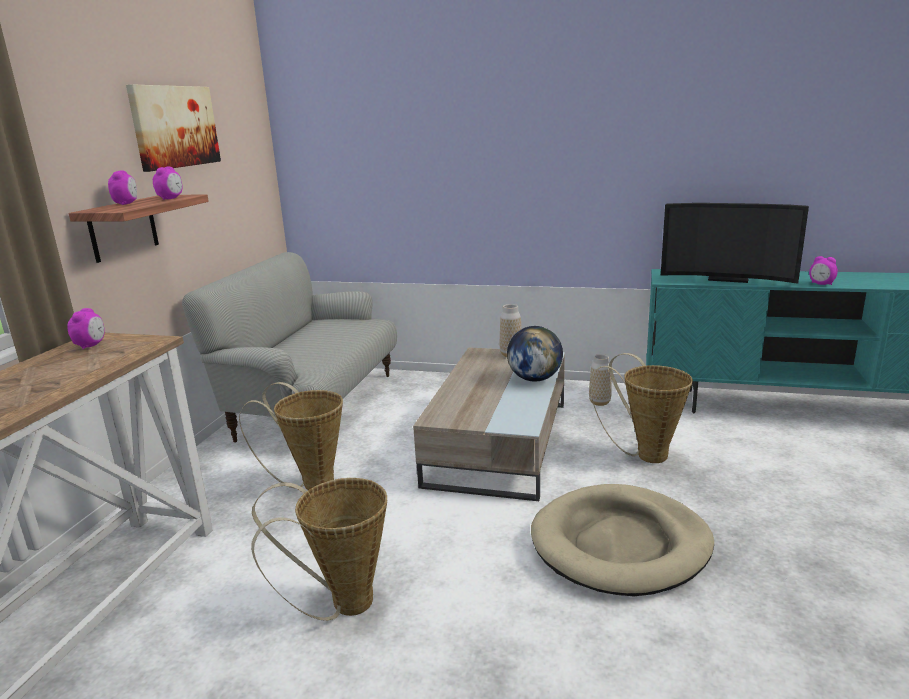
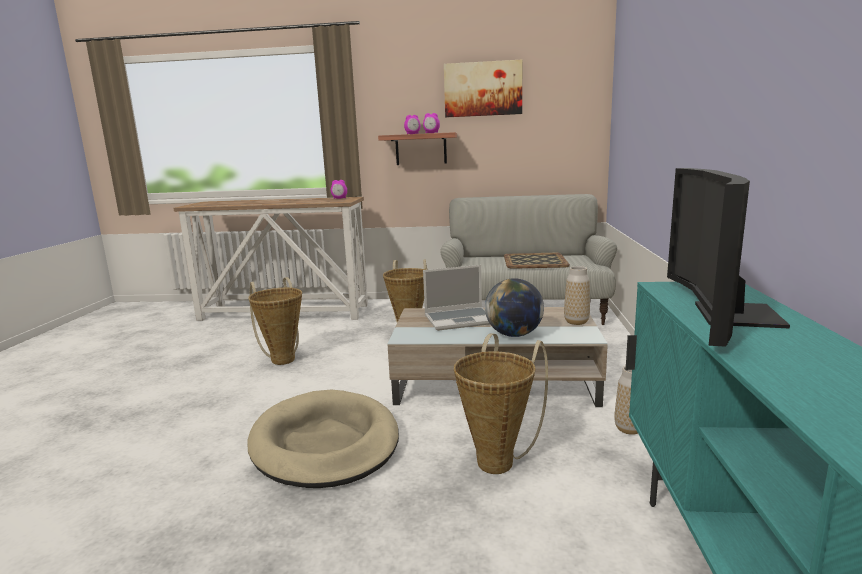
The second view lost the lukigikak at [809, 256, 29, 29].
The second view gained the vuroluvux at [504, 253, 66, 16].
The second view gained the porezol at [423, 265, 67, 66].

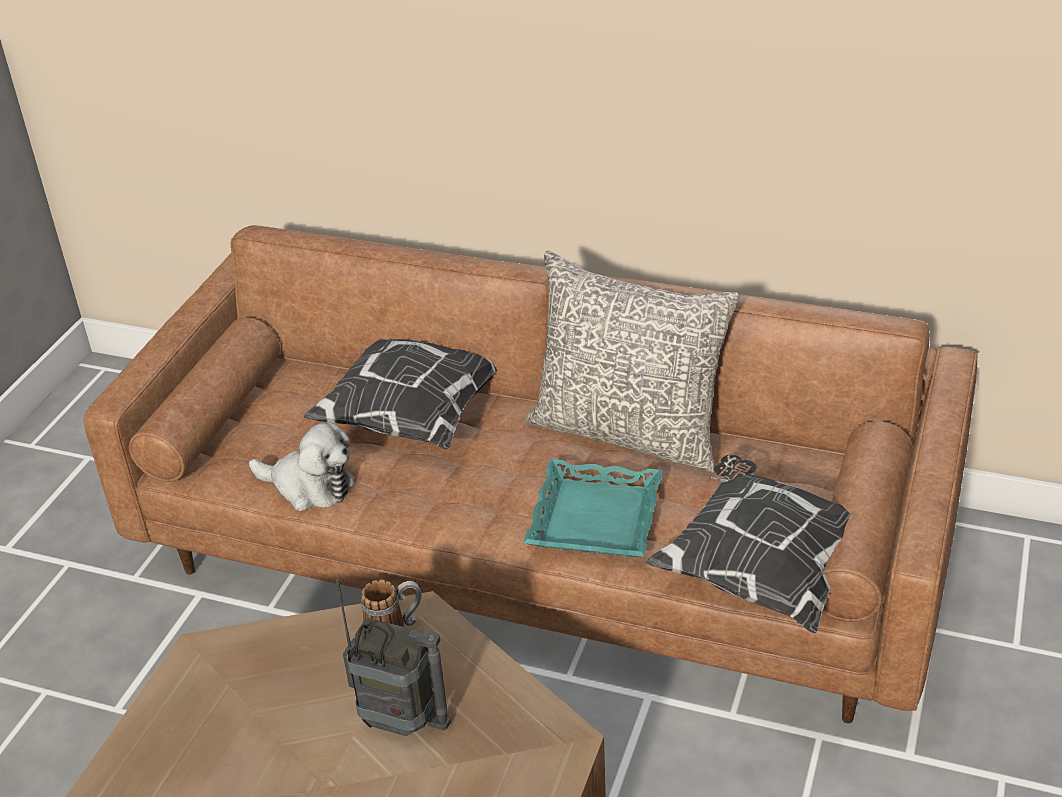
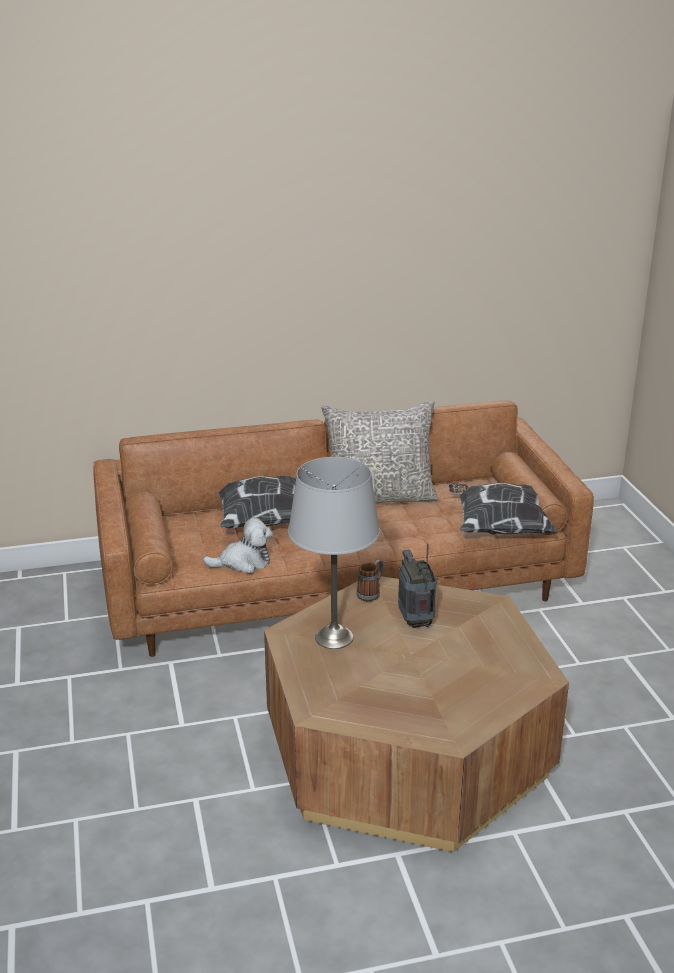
The second view lost the vuroluvux (turquoise) at [523, 459, 140, 98].
The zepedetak at [336, 579, 115, 157] ended up facing another way, 90 degrees counterclockwise from before.
The second view gained the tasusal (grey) at [288, 457, 92, 192].

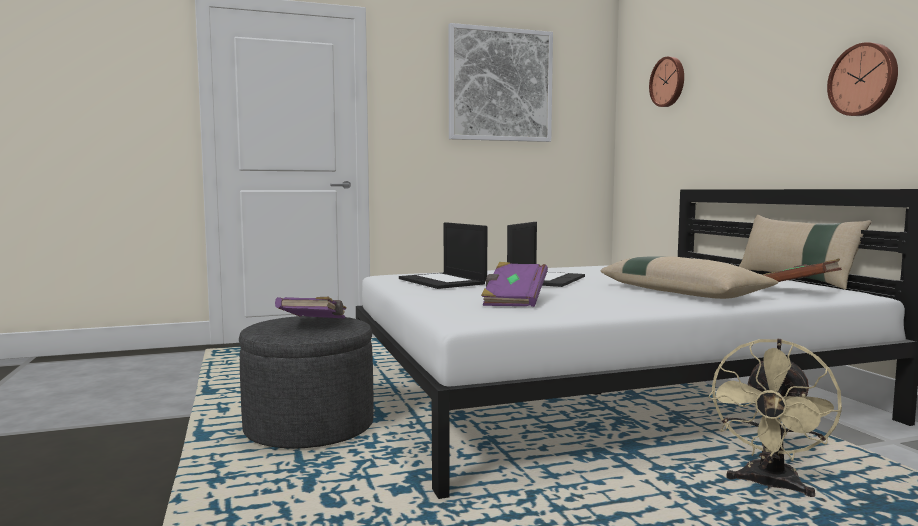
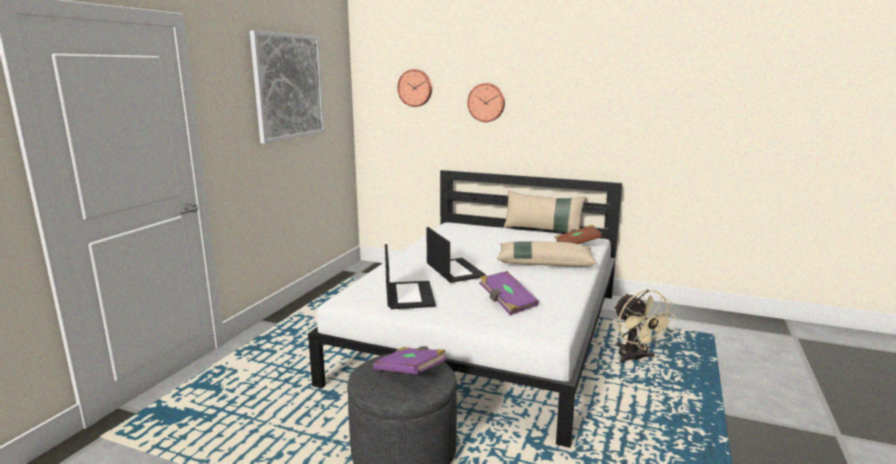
The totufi ended up elsewhere, having gone from [827, 42, 71, 74] to [467, 83, 38, 39].
The porezol at [399, 222, 88, 67] ended up facing another way, 105 degrees counterclockwise from before.

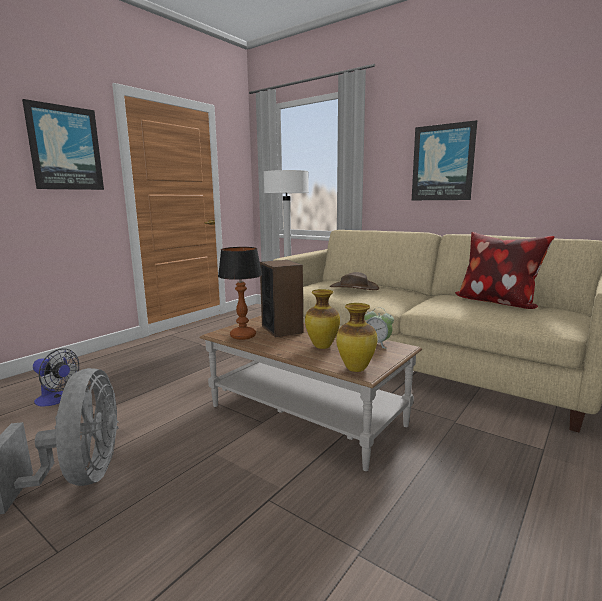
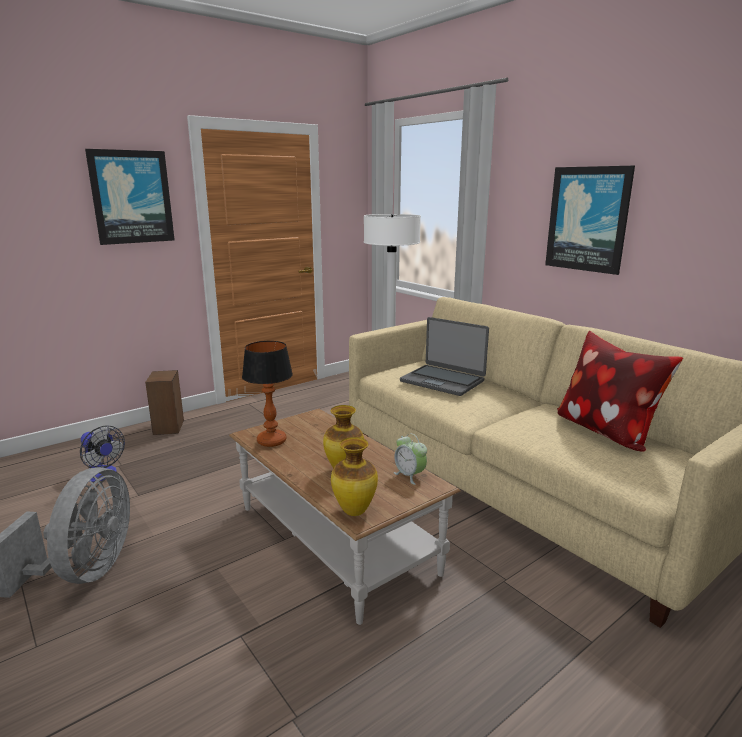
The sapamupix ended up elsewhere, having gone from [260, 260, 43, 77] to [145, 370, 39, 65].
Where the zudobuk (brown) stood at [330, 272, 49, 18], the porezol came to stand at [400, 317, 89, 79].

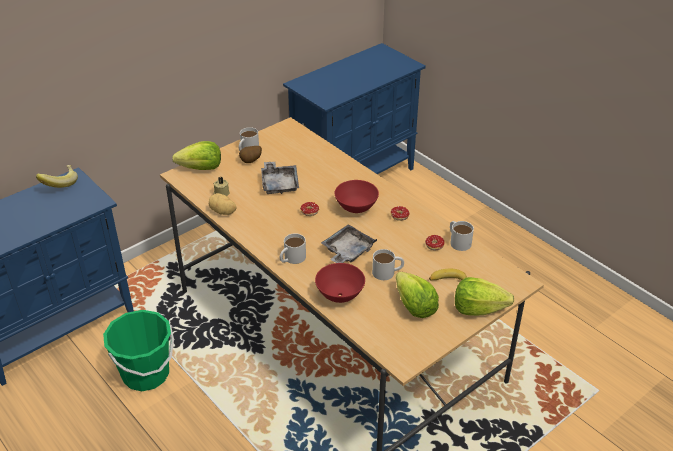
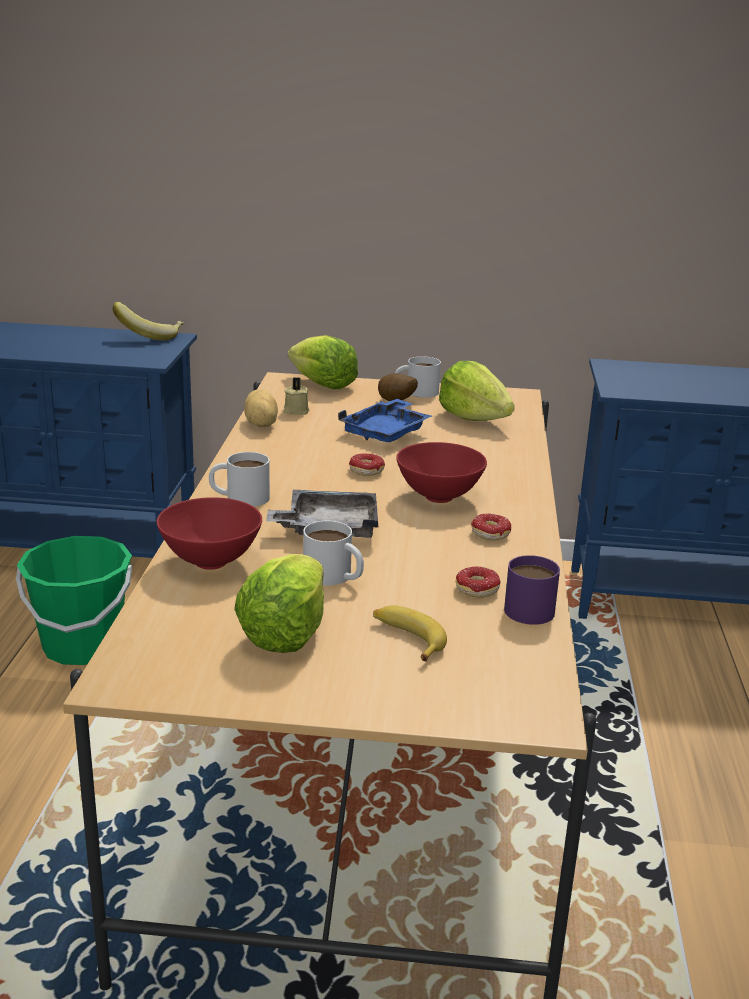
What was the vuroluvux (grey) at [261, 162, 38, 32] turned into the vuroluvux (blue) at [338, 399, 94, 43].
What was the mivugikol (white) at [450, 221, 24, 30] turned into the mivugikol (purple) at [504, 555, 56, 70].
The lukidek ended up elsewhere, having gone from [455, 277, 59, 39] to [439, 361, 76, 60].

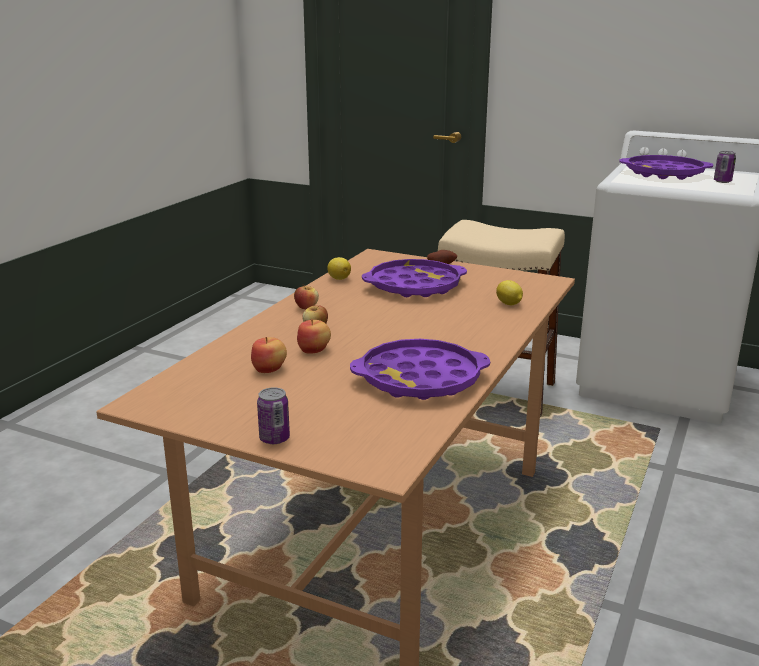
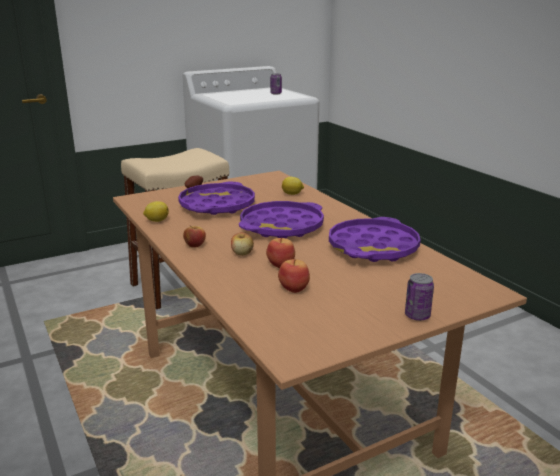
The vuroluvux (purple) ended up elsewhere, having gone from [619, 155, 94, 25] to [239, 201, 85, 37].

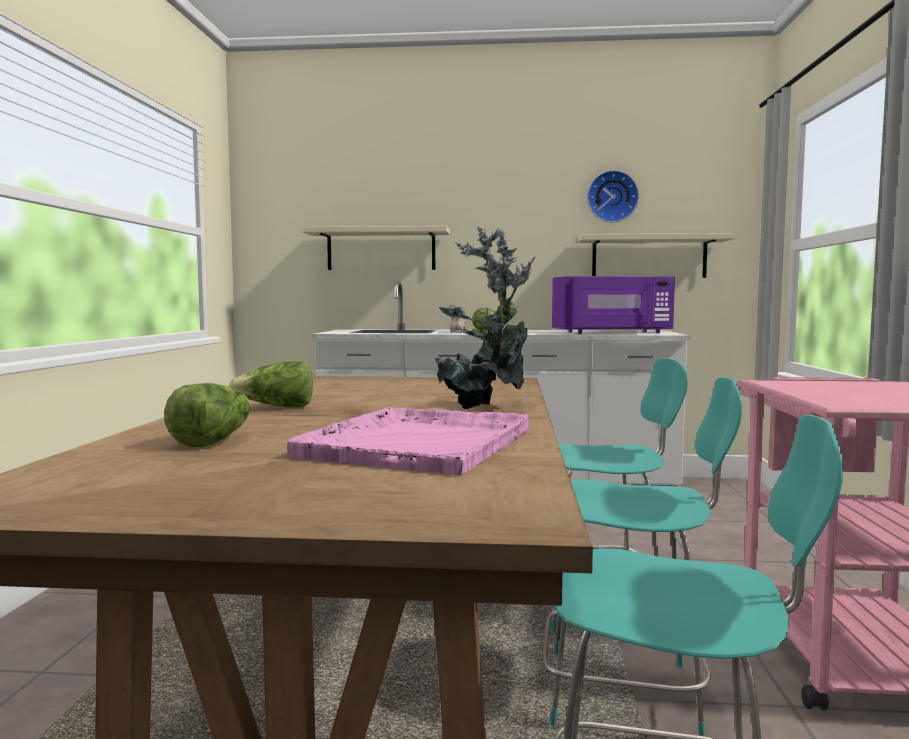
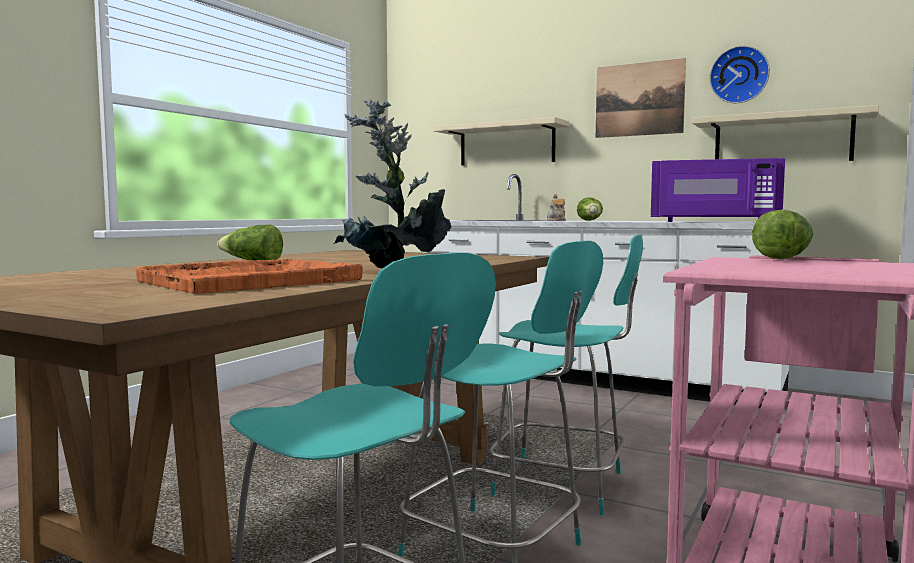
The lukidek ended up elsewhere, having gone from [164, 383, 87, 64] to [752, 210, 61, 49].
What was the vuroluvux (pink) at [287, 407, 242, 68] turned into the vuroluvux (orange) at [136, 259, 227, 35].
The second view gained the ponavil at [596, 58, 90, 80].

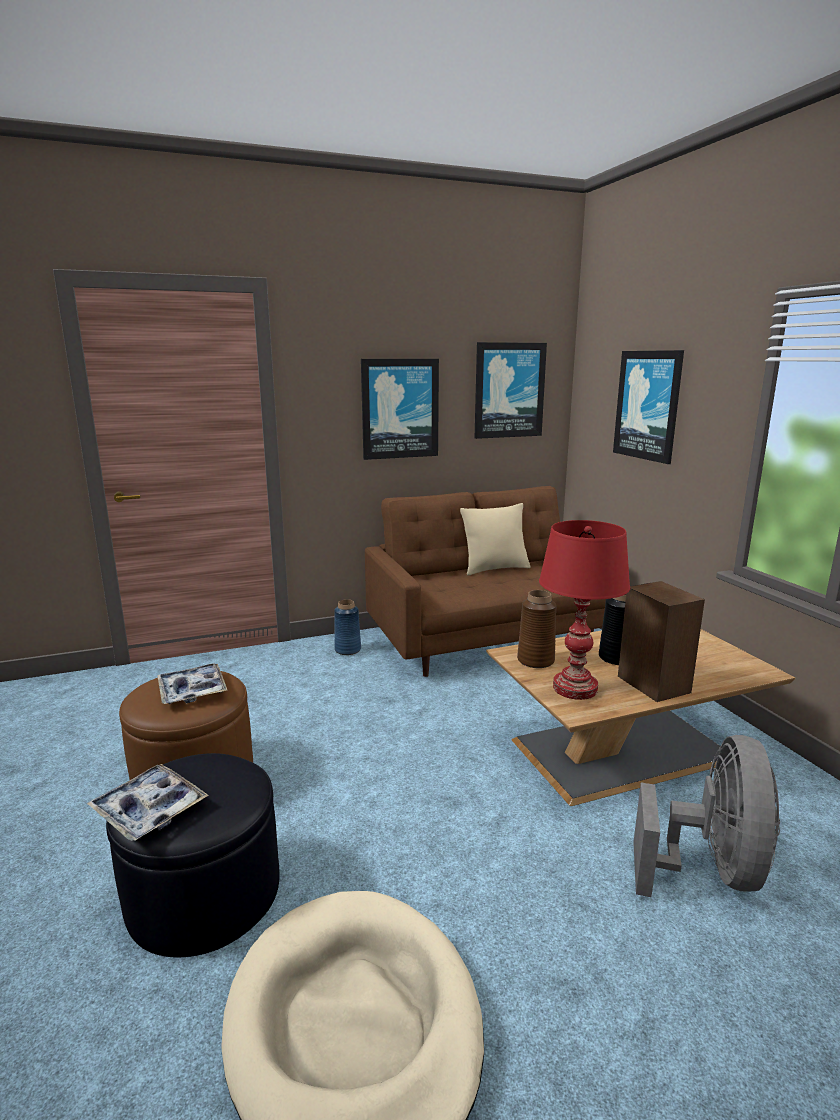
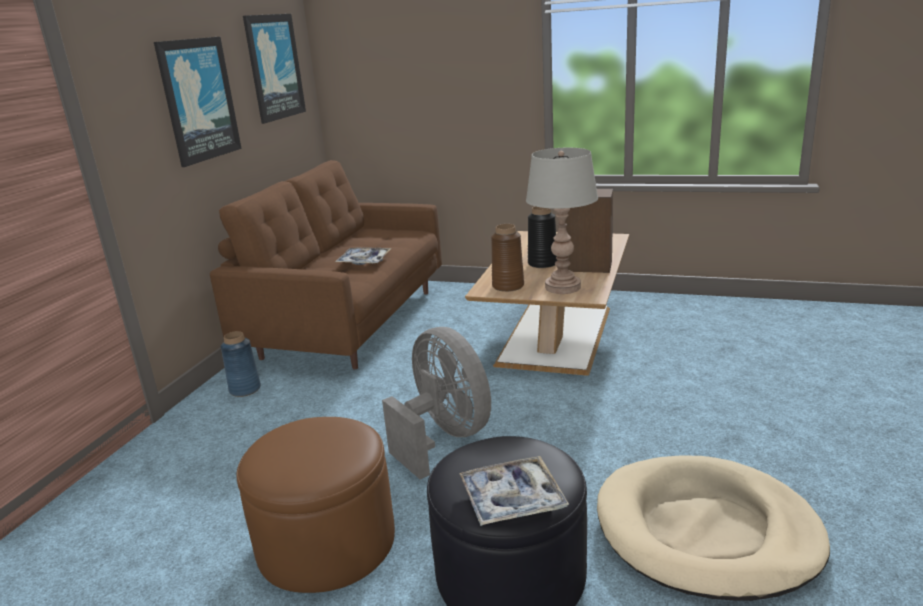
The second view lost the ponavil at [613, 350, 71, 114].
The second view lost the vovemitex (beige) at [460, 503, 71, 73].
What was the tasusal (red) at [539, 520, 91, 180] turned into the tasusal (grey) at [526, 148, 72, 146].
The vuroluvux ended up elsewhere, having gone from [157, 663, 70, 41] to [335, 247, 57, 18].
The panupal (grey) ended up elsewhere, having gone from [633, 735, 147, 162] to [382, 327, 109, 152].

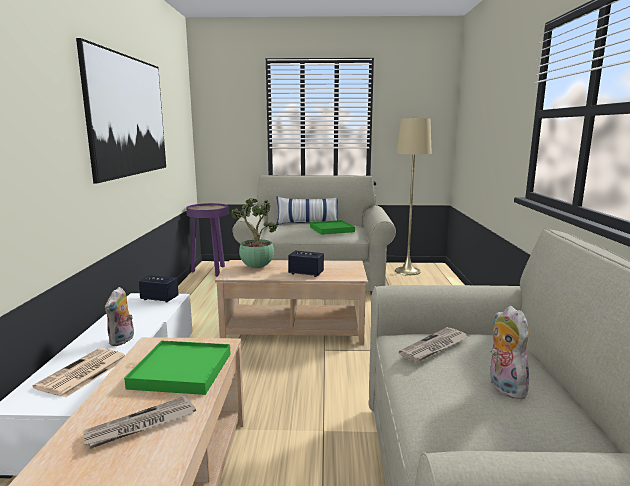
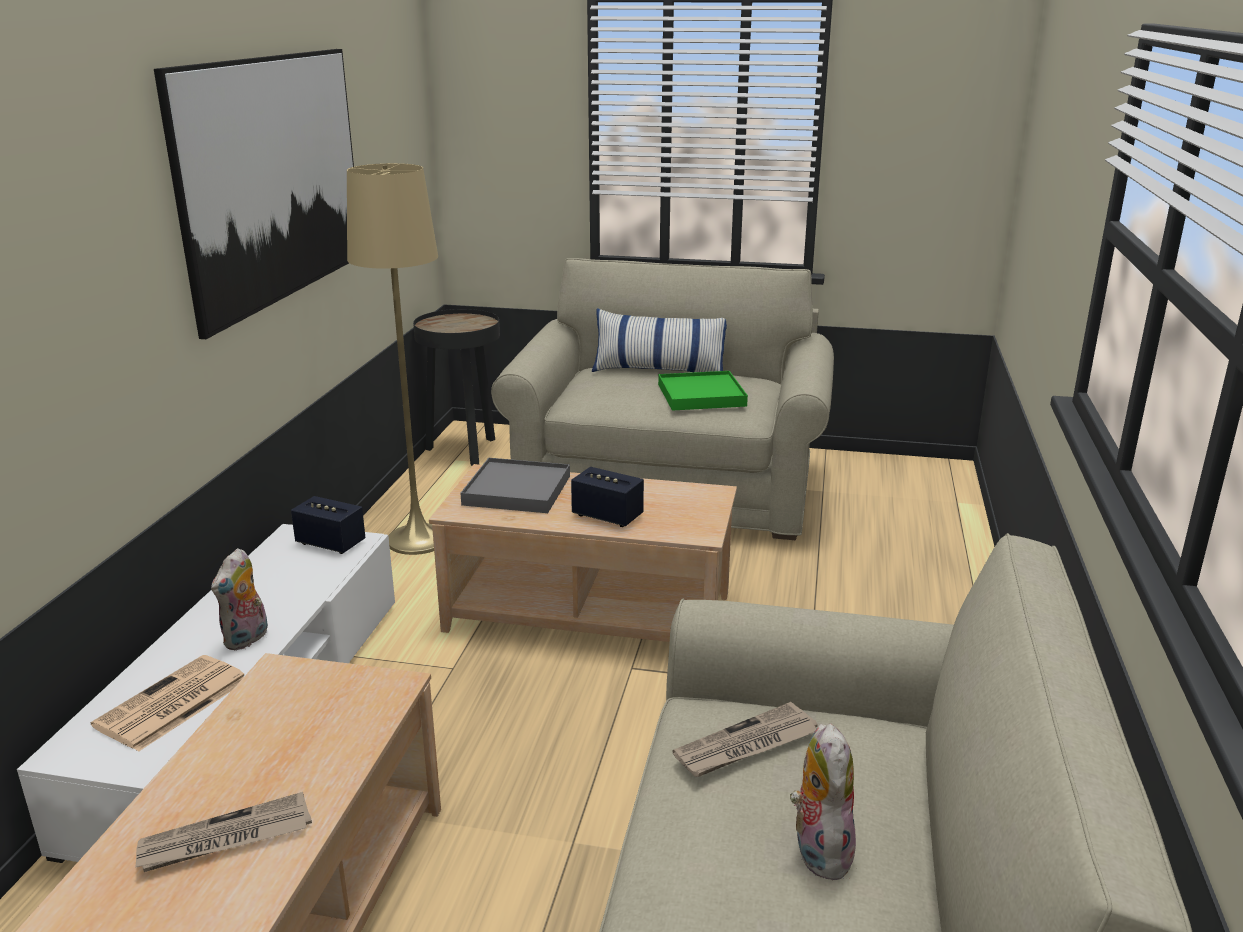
The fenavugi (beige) ended up elsewhere, having gone from [395, 117, 37, 158] to [347, 163, 91, 392].
Where the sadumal stood at [232, 198, 46, 70], the vuroluvux (grey) came to stand at [461, 458, 109, 55].
What was the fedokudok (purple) at [186, 203, 42, 74] turned into the fedokudok (black) at [413, 309, 87, 157].
The second view lost the vuroluvux (green) at [124, 341, 106, 54].

